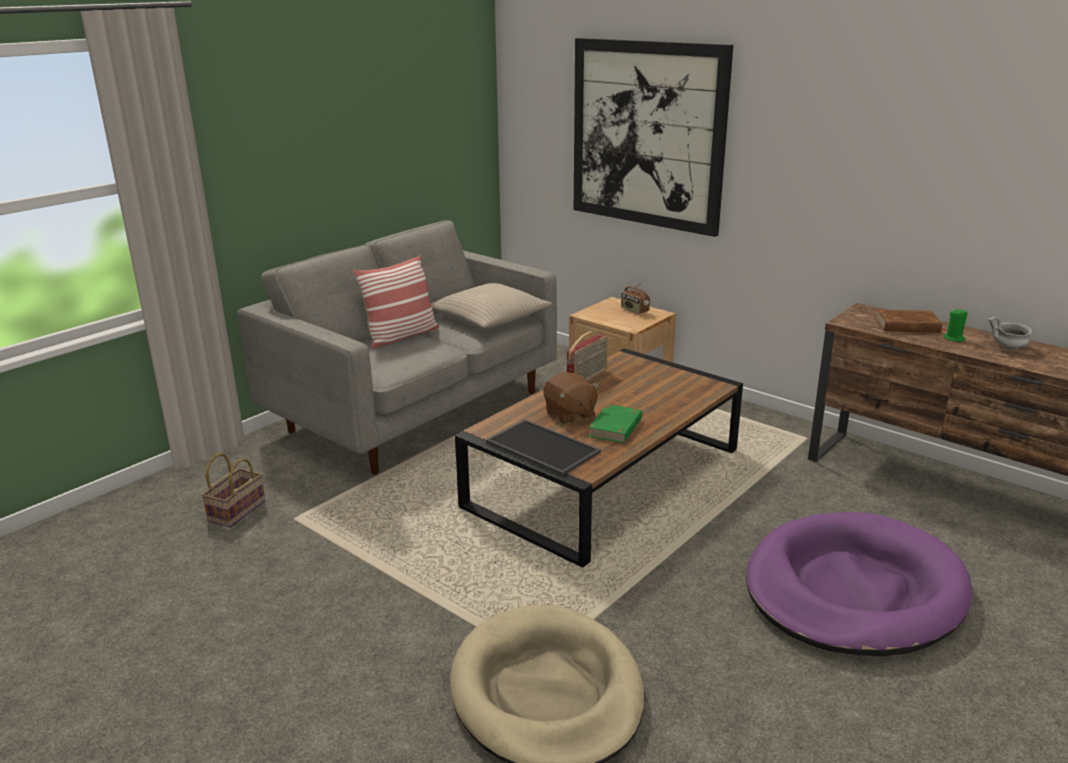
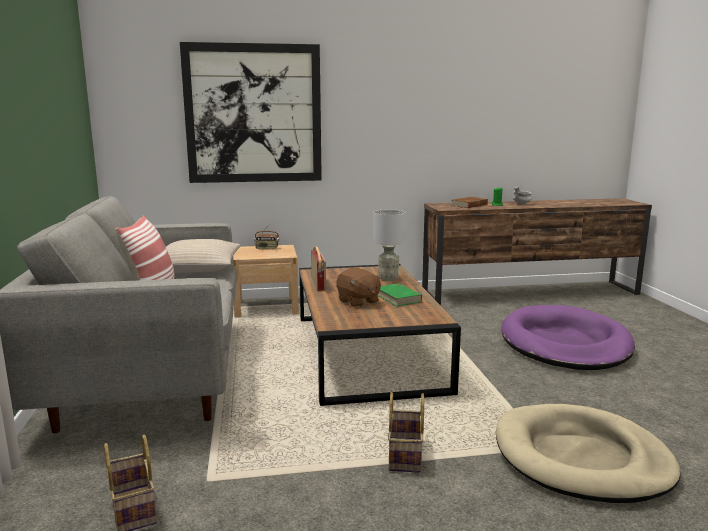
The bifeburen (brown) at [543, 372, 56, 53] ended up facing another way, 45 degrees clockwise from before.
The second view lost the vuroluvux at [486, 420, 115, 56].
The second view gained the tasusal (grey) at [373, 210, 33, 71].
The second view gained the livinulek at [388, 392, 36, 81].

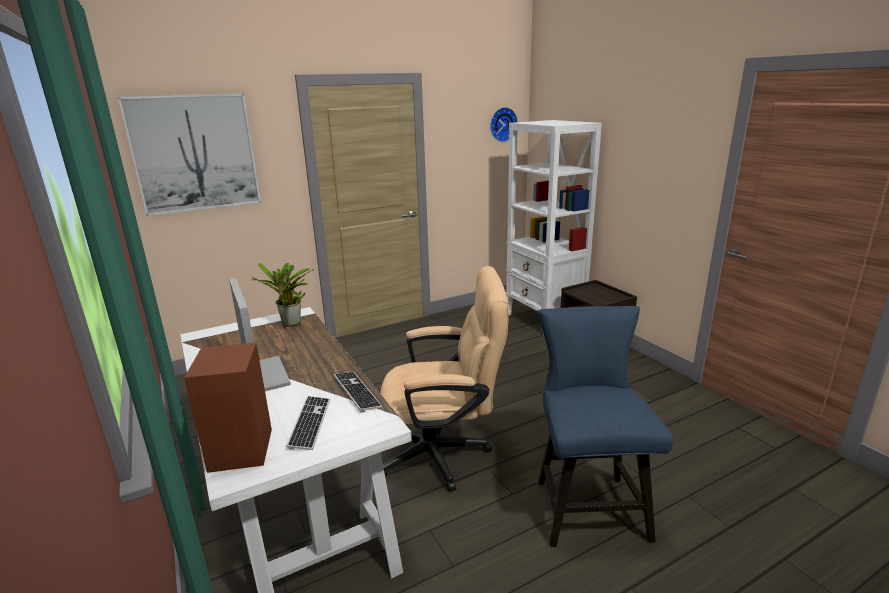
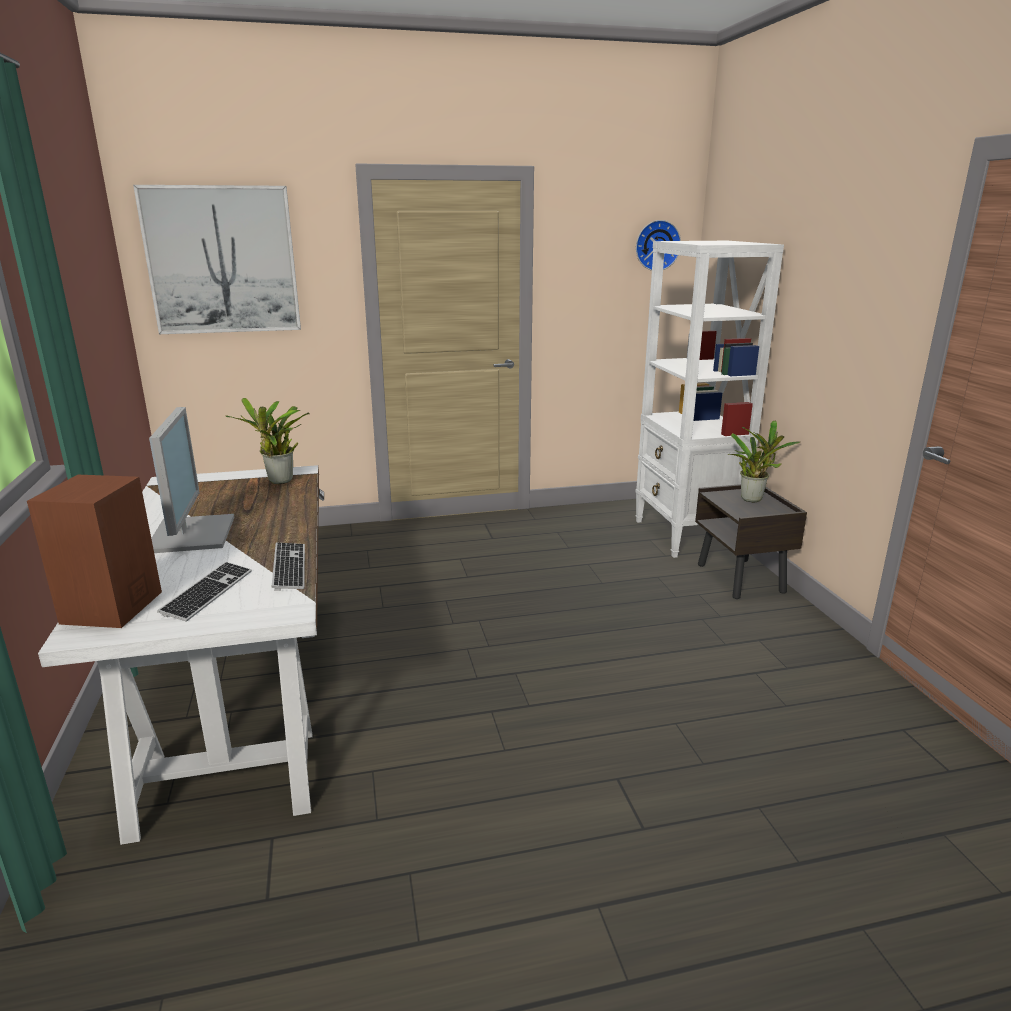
The second view lost the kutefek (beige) at [380, 266, 129, 225].
The second view lost the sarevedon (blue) at [537, 306, 136, 241].
The second view gained the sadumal at [728, 421, 72, 81].

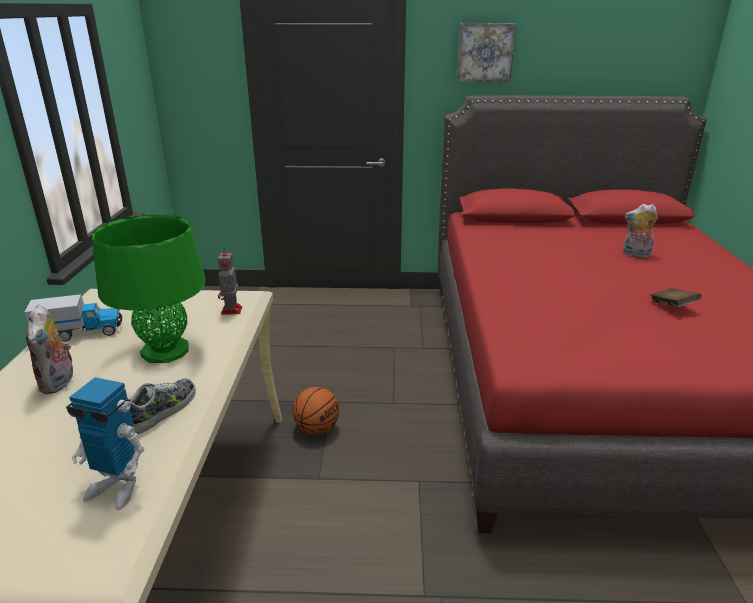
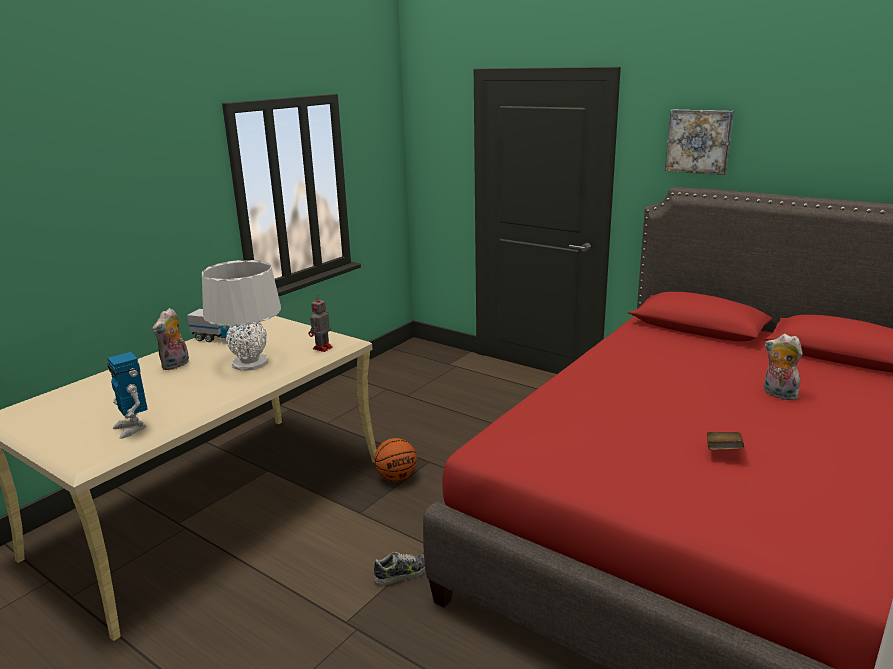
What was the tasusal (green) at [92, 214, 114, 149] turned into the tasusal (white) at [202, 260, 79, 111].
The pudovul ended up elsewhere, having gone from [130, 379, 66, 55] to [373, 552, 53, 34].

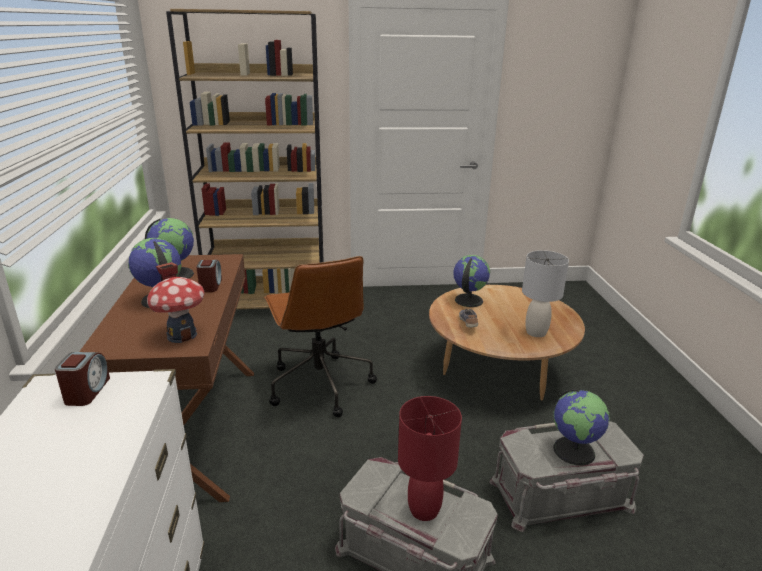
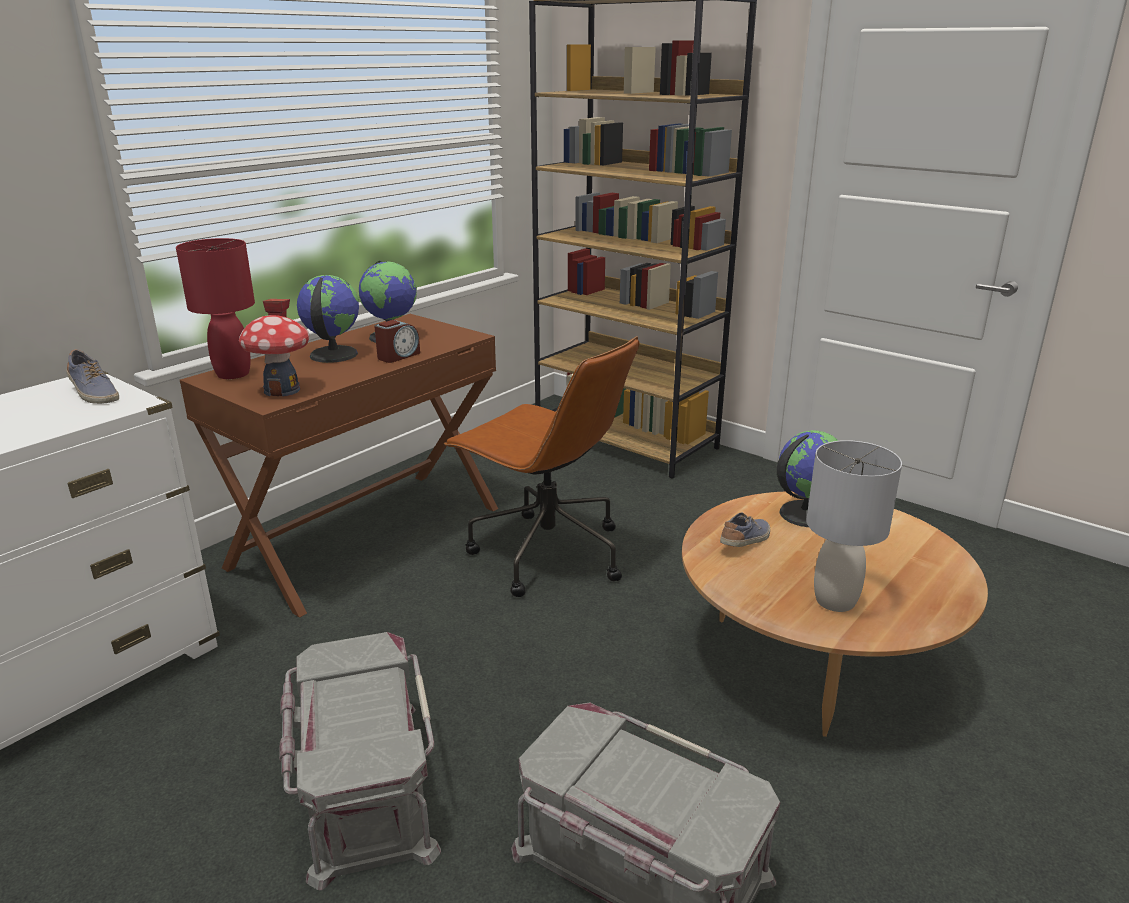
The kutefek (brown) at [264, 256, 113, 161] ended up facing another way, 75 degrees counterclockwise from before.
Where the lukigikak stood at [55, 352, 55, 54], the pudovul came to stand at [67, 349, 52, 55].
The second view lost the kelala at [553, 389, 57, 77].
The tasusal (red) ended up elsewhere, having gone from [398, 396, 64, 125] to [176, 238, 79, 141].

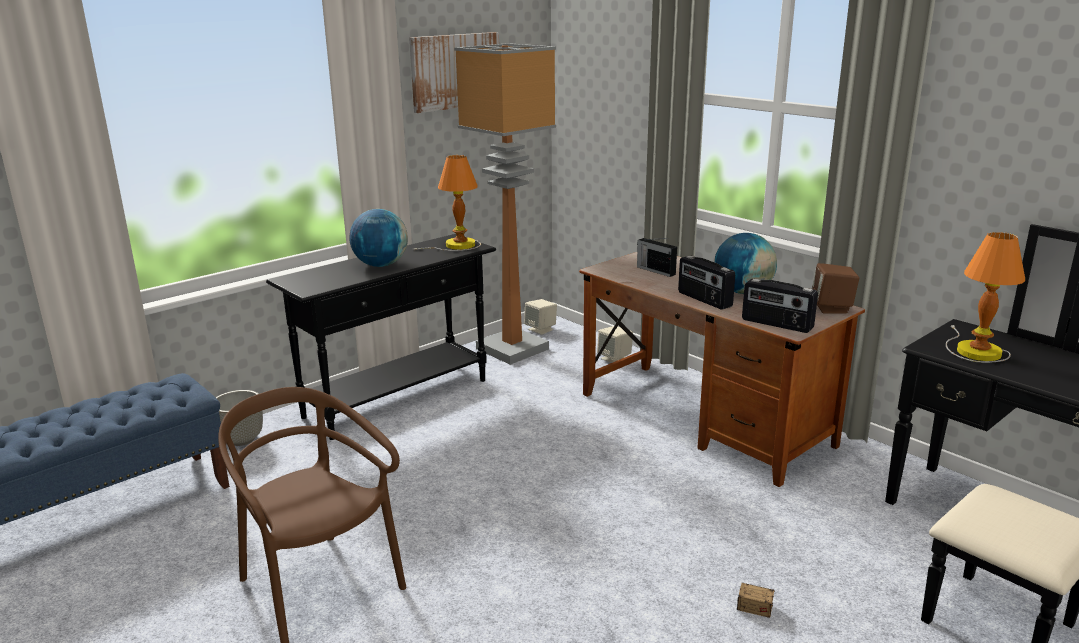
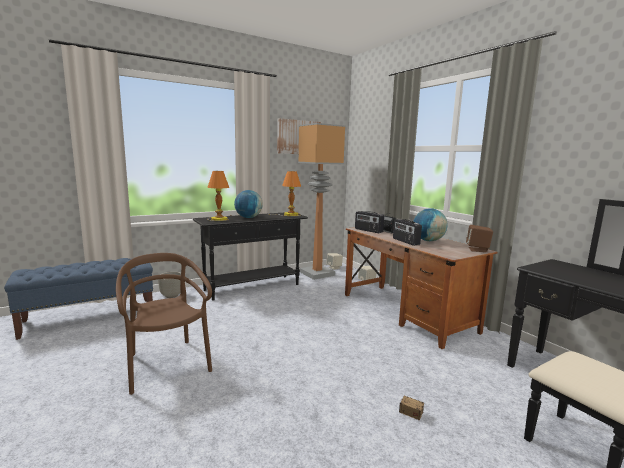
The tasusal ended up elsewhere, having gone from [946, 232, 79, 131] to [207, 171, 25, 50].
The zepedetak ended up elsewhere, having gone from [742, 279, 76, 54] to [355, 211, 29, 22].

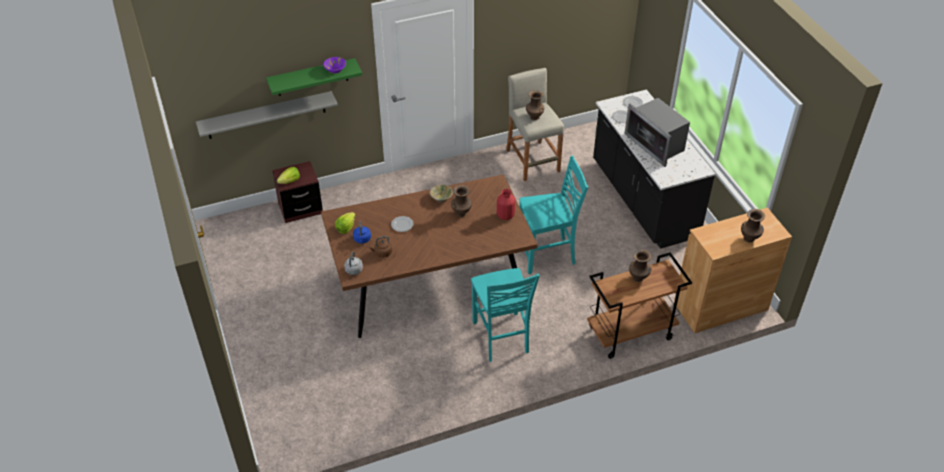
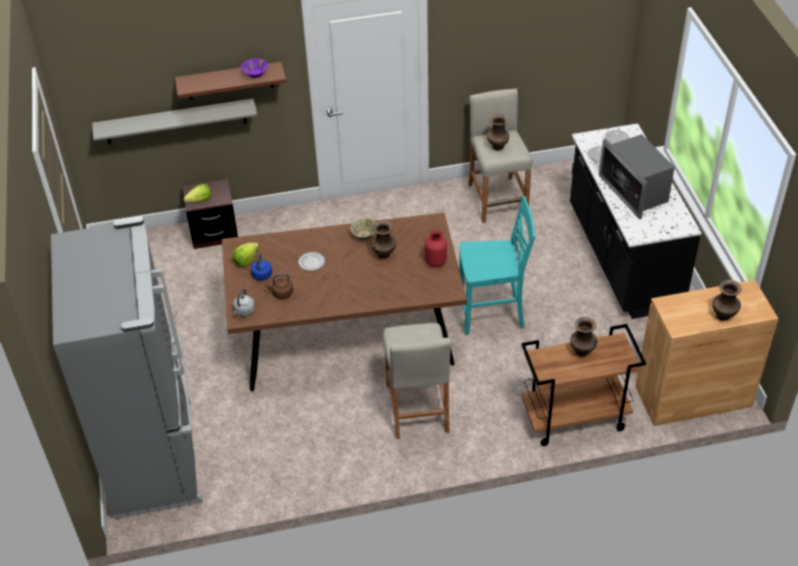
What was the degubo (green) at [266, 58, 96, 38] turned into the degubo (brown) at [175, 62, 111, 38].
Where the sarevedon (turquoise) stood at [471, 268, 69, 94], the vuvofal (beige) came to stand at [383, 323, 69, 116].
The second view gained the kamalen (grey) at [51, 216, 152, 303].

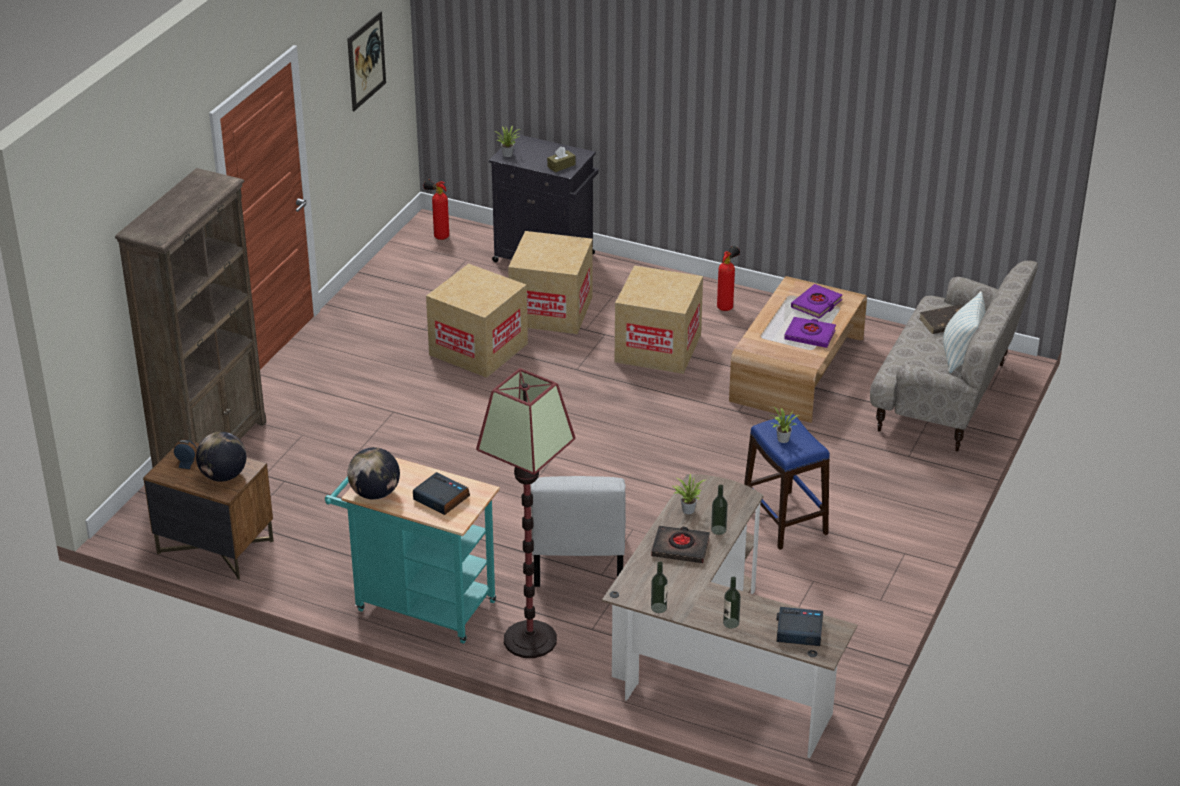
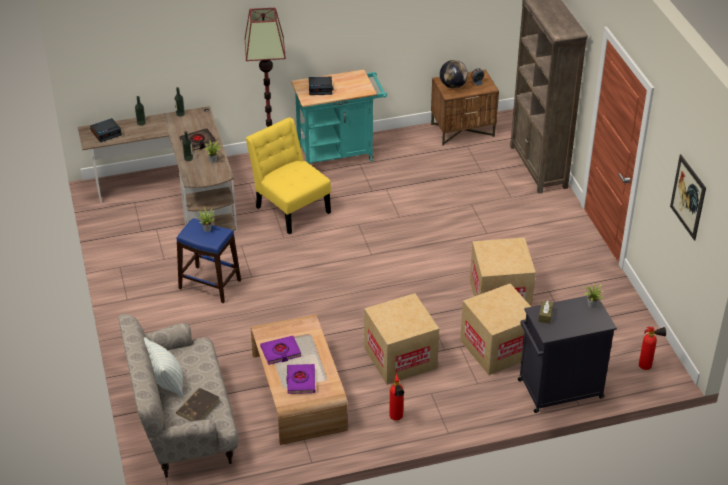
The second view lost the kelala at [347, 447, 53, 53].
What was the sarevedon (white) at [531, 476, 95, 111] turned into the sarevedon (yellow) at [246, 117, 85, 117].

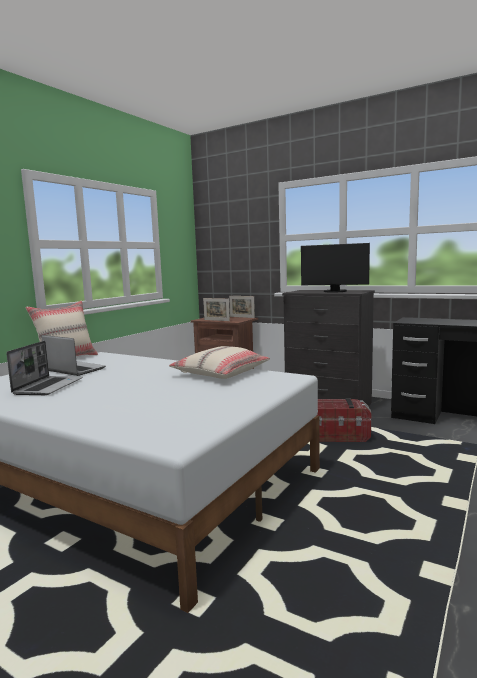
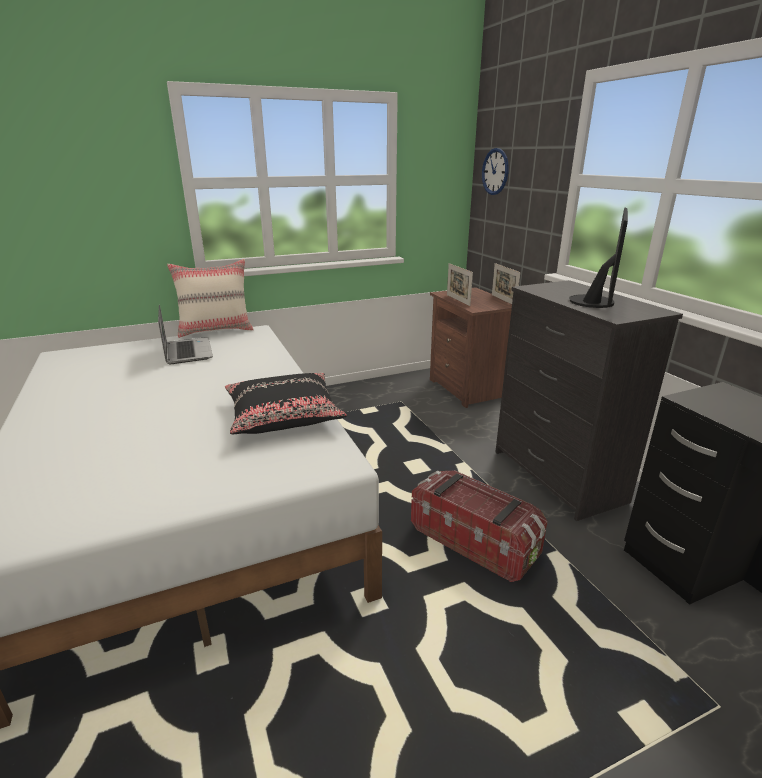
The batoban at [301, 243, 69, 49] ended up facing another way, 120 degrees counterclockwise from before.
The second view lost the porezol at [6, 341, 77, 54].
What was the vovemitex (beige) at [169, 346, 101, 33] turned into the vovemitex (black) at [225, 373, 122, 61].
The second view gained the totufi at [482, 148, 27, 47].

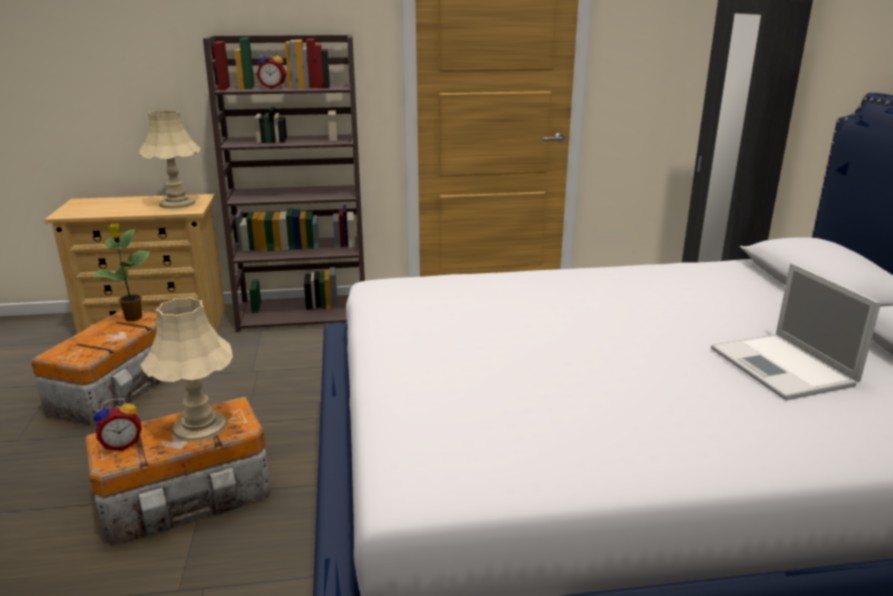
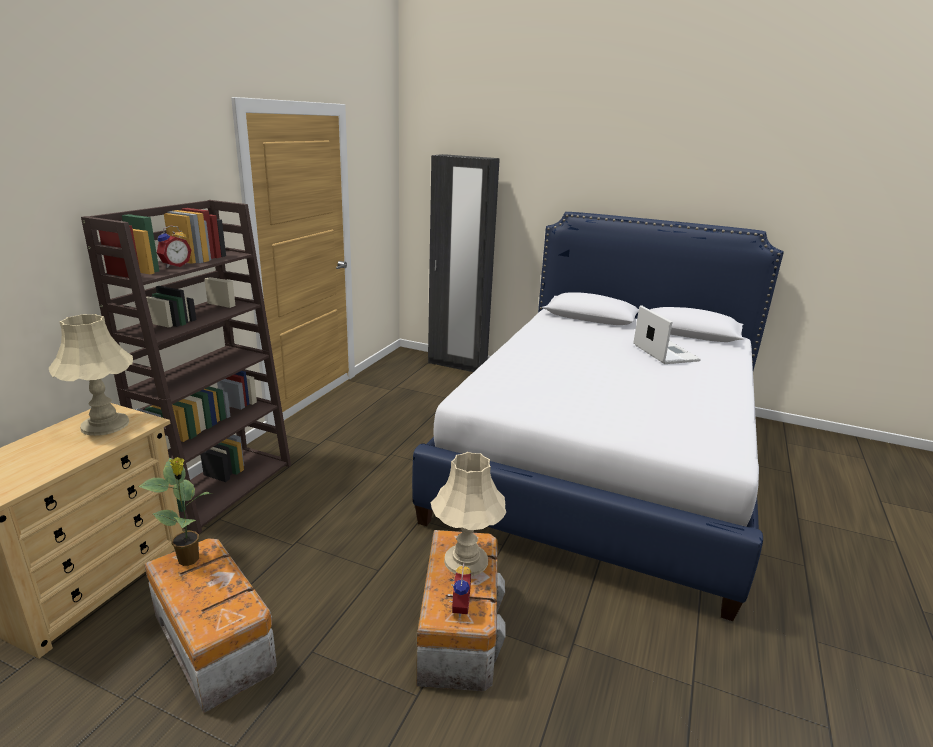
The porezol at [711, 263, 170, 137] ended up facing another way, 120 degrees counterclockwise from before.

